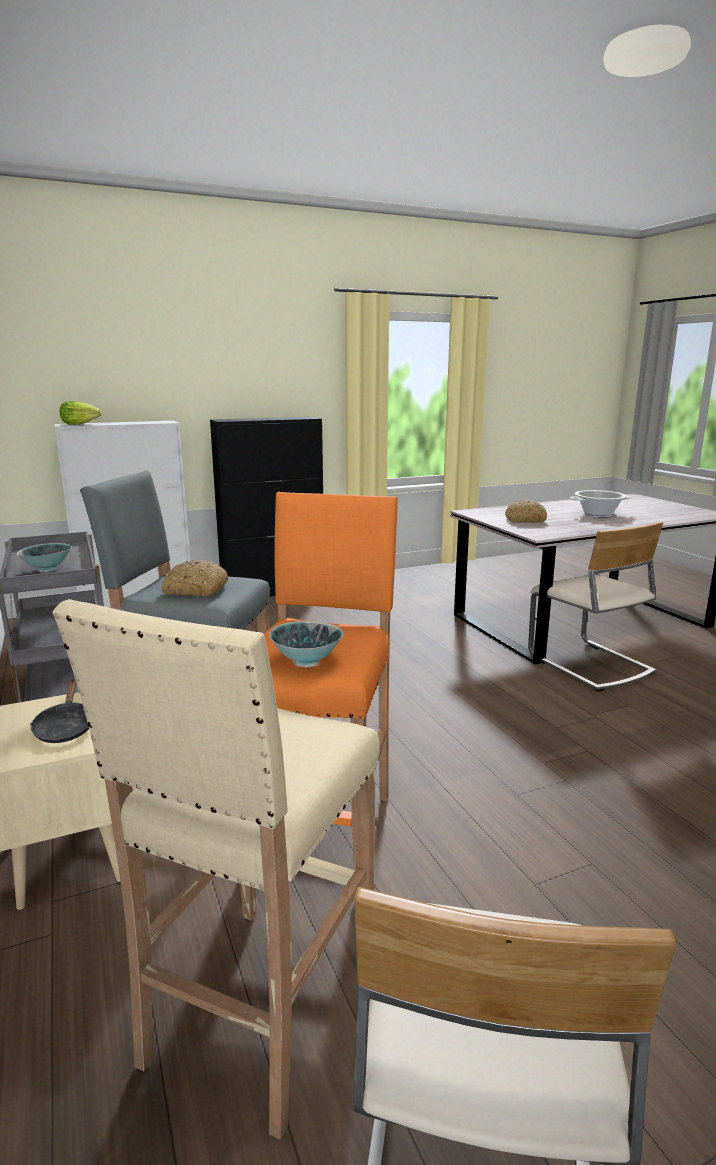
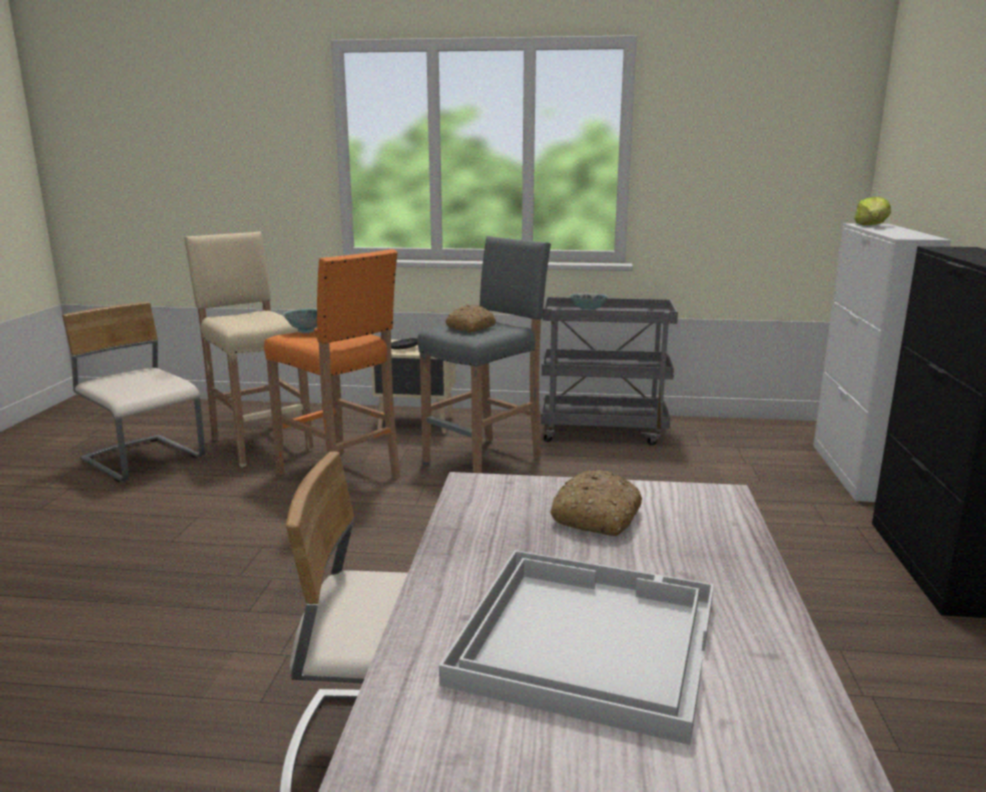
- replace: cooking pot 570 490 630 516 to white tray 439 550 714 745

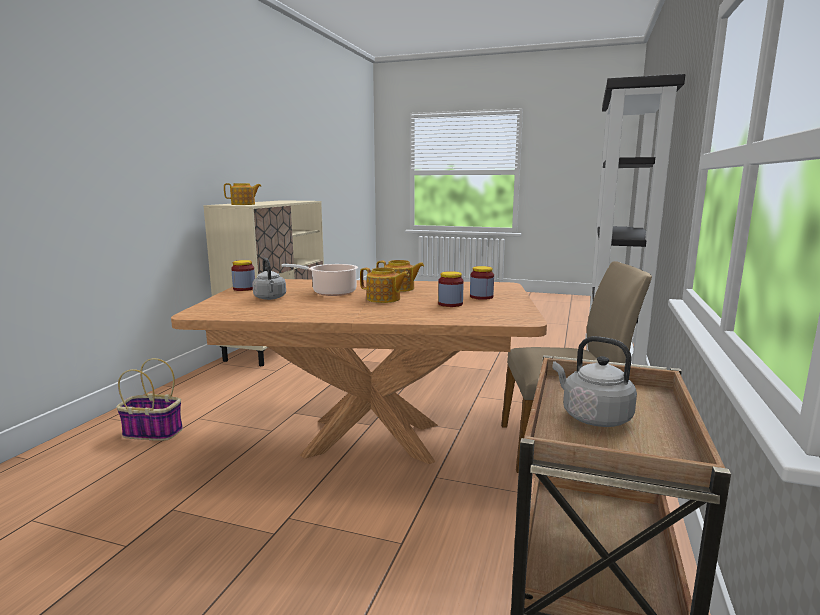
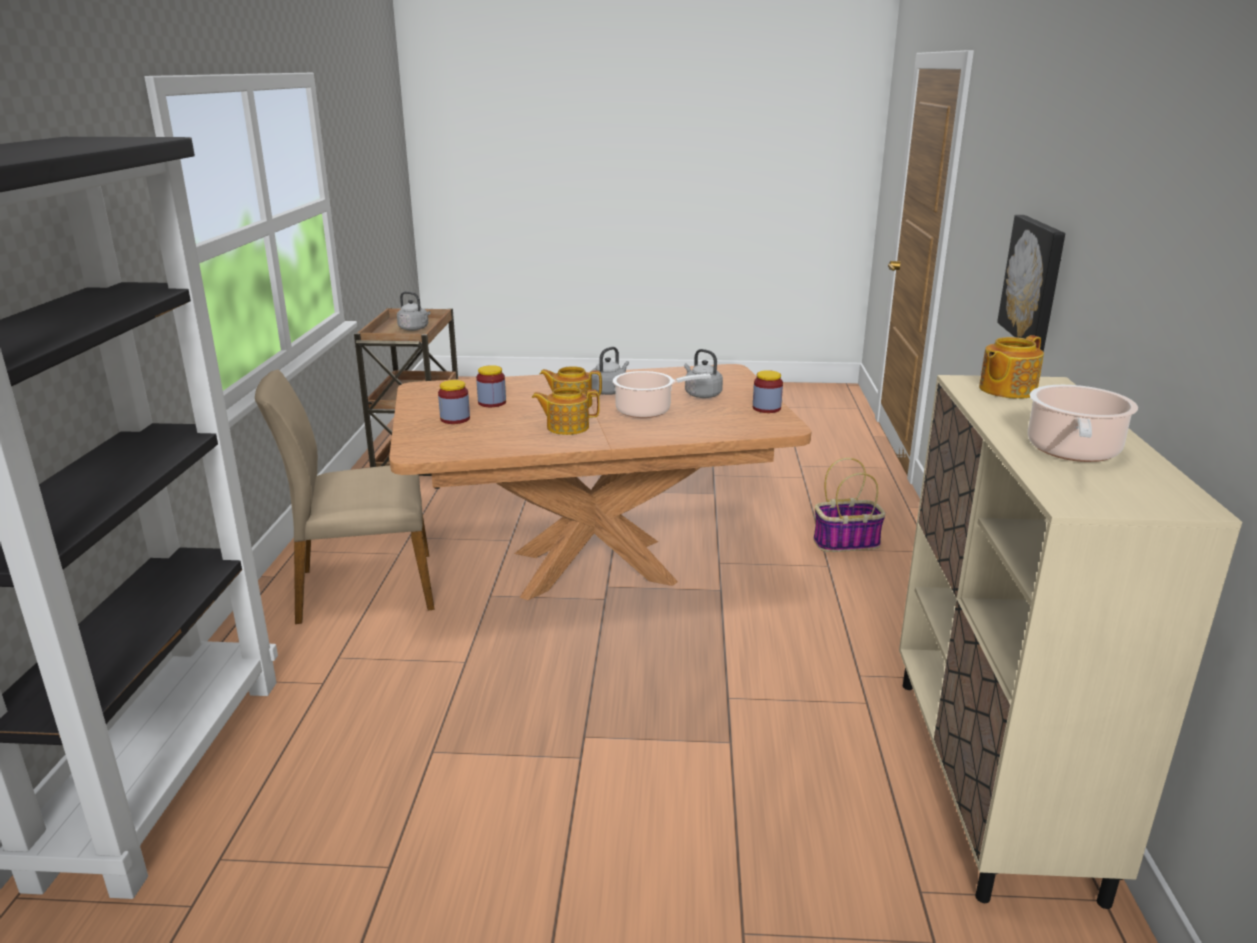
- insert: picture 997 215 1066 352
- insert: grey kettle 590 347 629 395
- insert: cooking pot 1028 385 1138 462

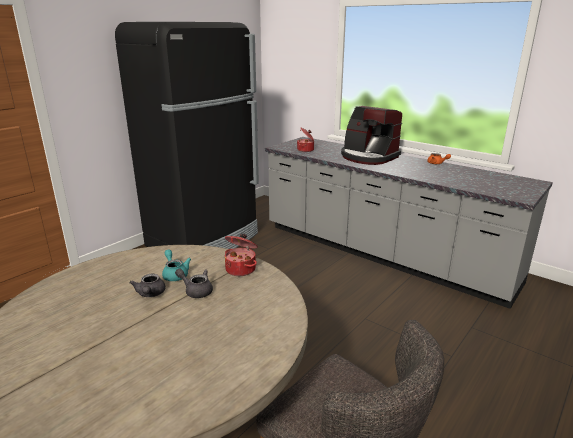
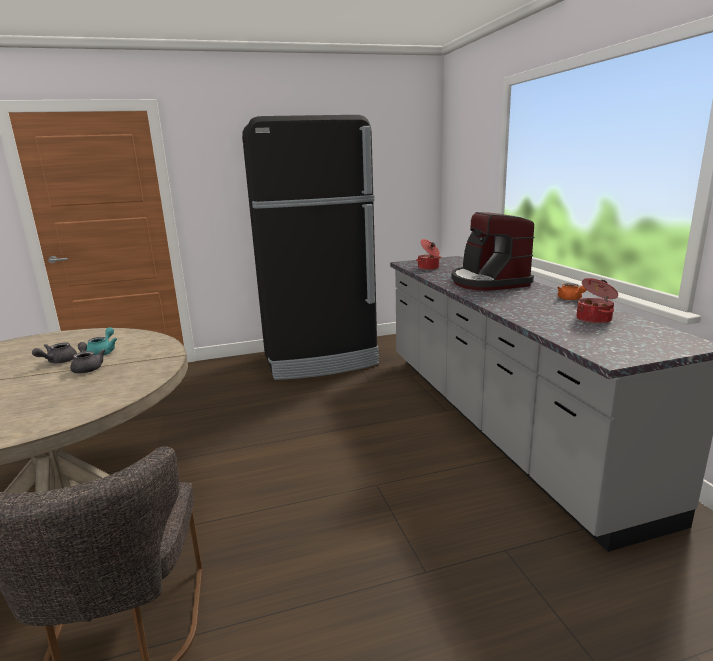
- move: cooking pot 225 234 258 276 to 576 278 618 324

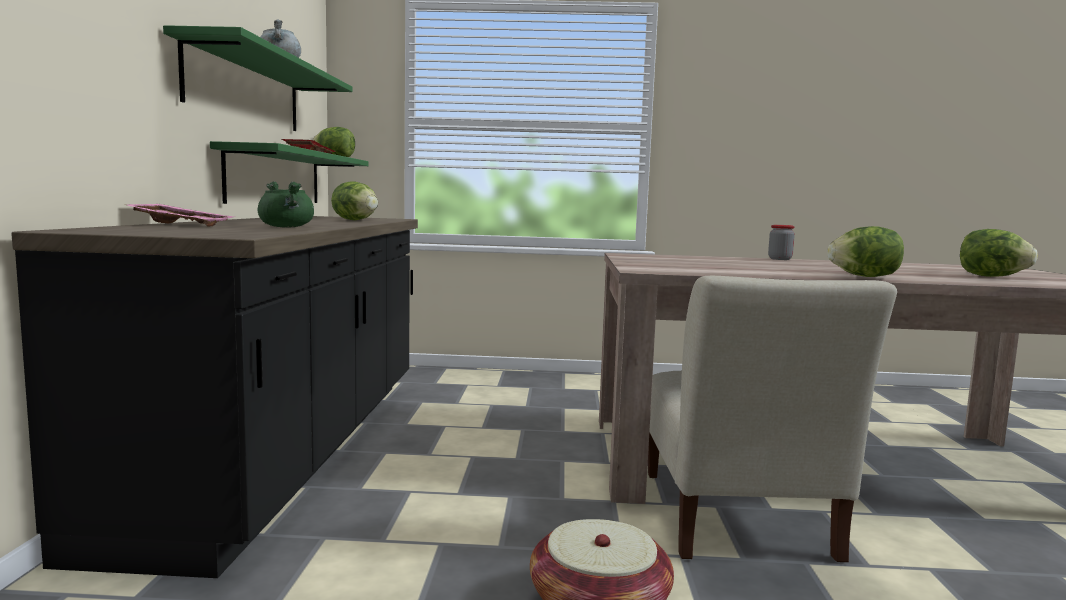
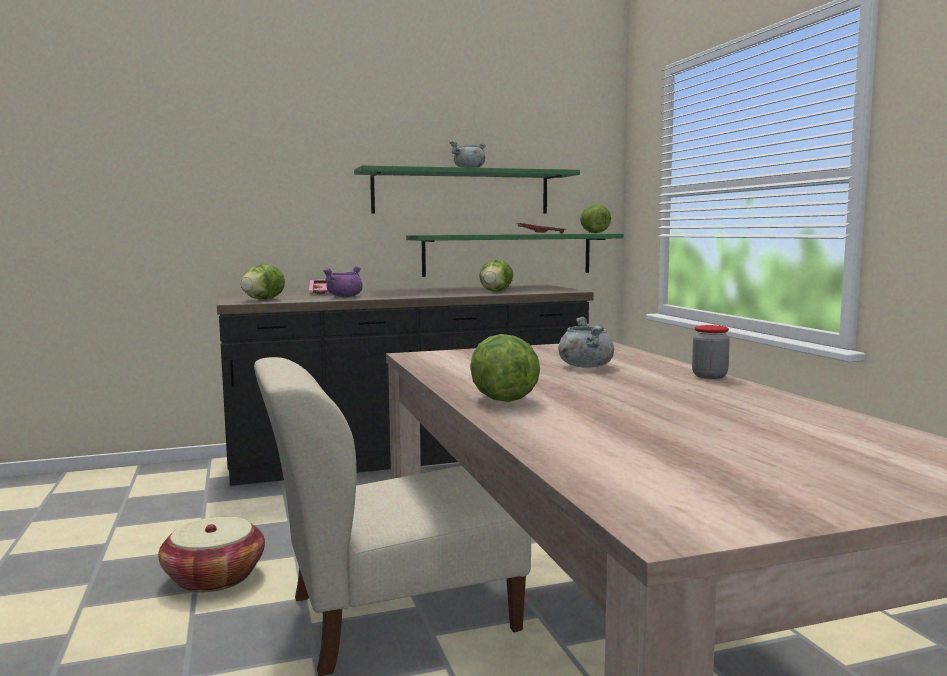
- recolor: green cooking pot 258 181 314 227 to purple cooking pot 323 266 363 297
- move: lettuce 960 229 1038 277 to 241 264 285 300
- insert: grey cooking pot 558 317 614 368

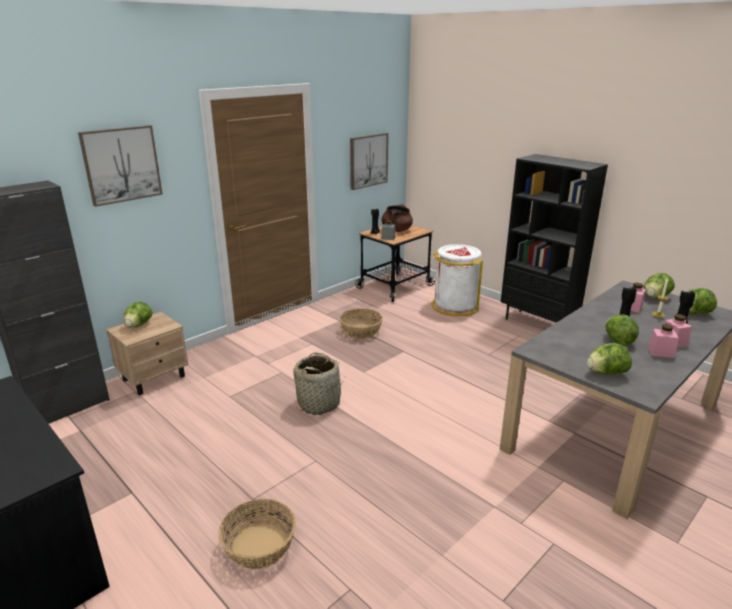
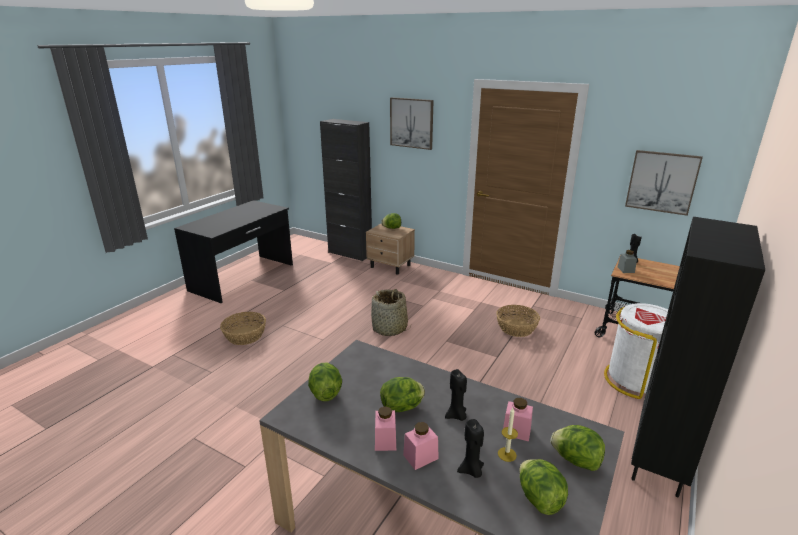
- delete: brown cooking pot 381 204 413 232

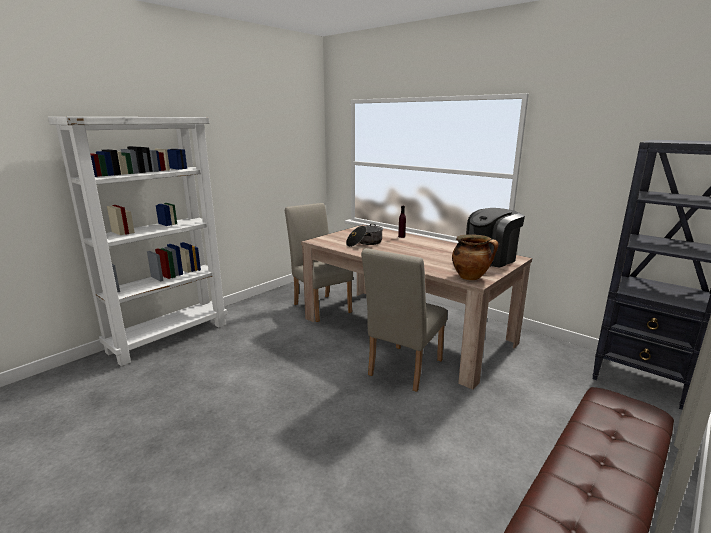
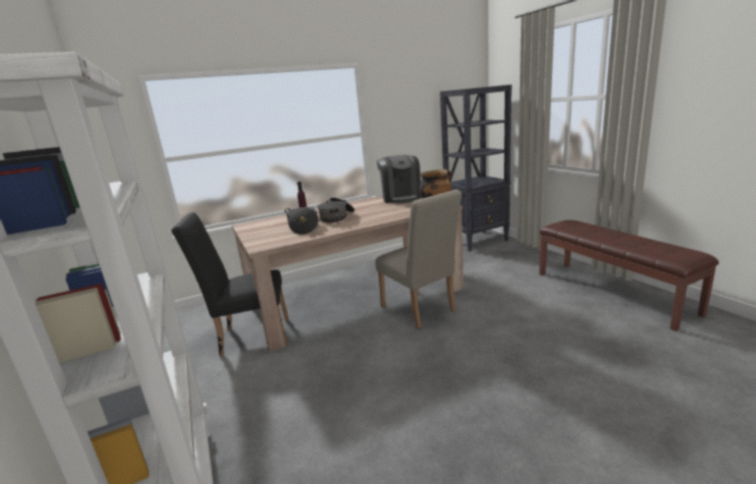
- recolor: beige chair 285 203 353 322 to black chair 171 212 289 356
- insert: cooking pot 317 197 355 223

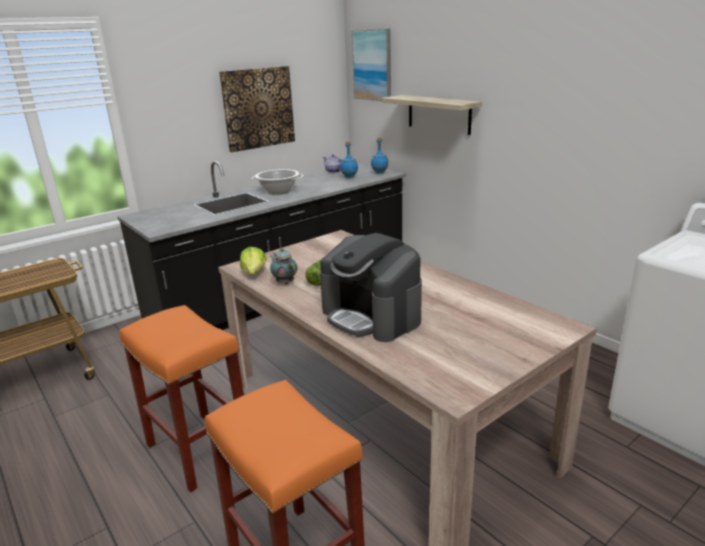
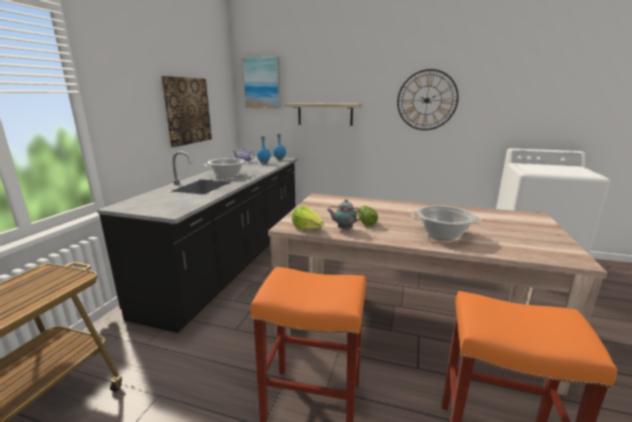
- replace: coffee machine 320 233 422 342 to cooking pot 411 205 482 240
- insert: wall clock 397 69 459 130

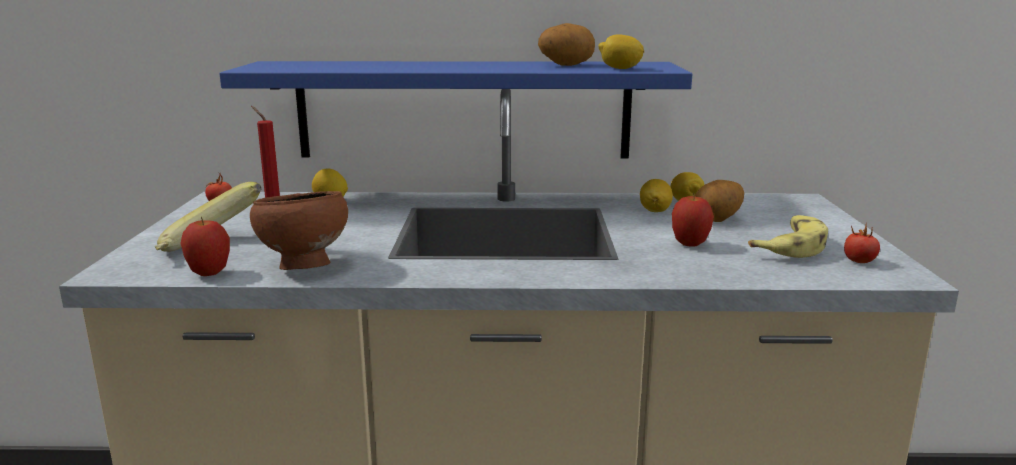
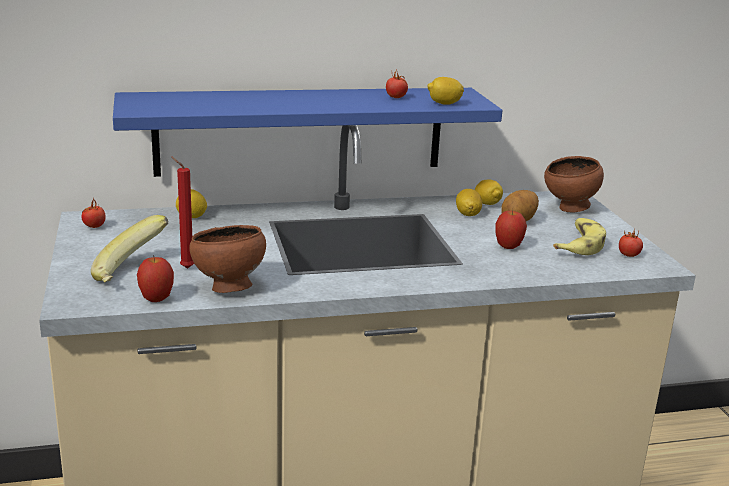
- replace: potato 538 23 595 66 to tomato 386 70 408 98
- insert: brown bowl 544 156 604 213

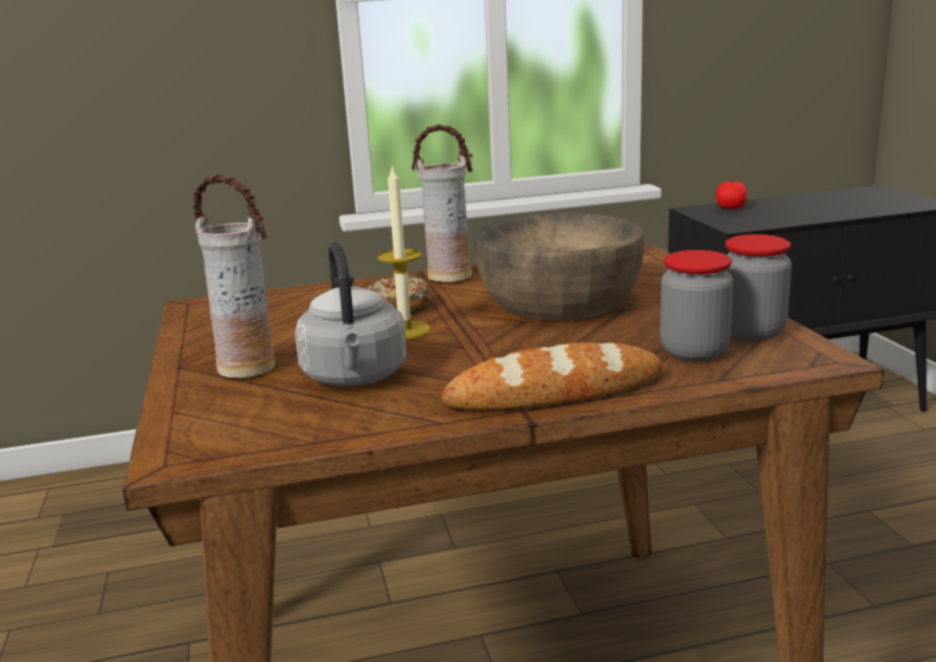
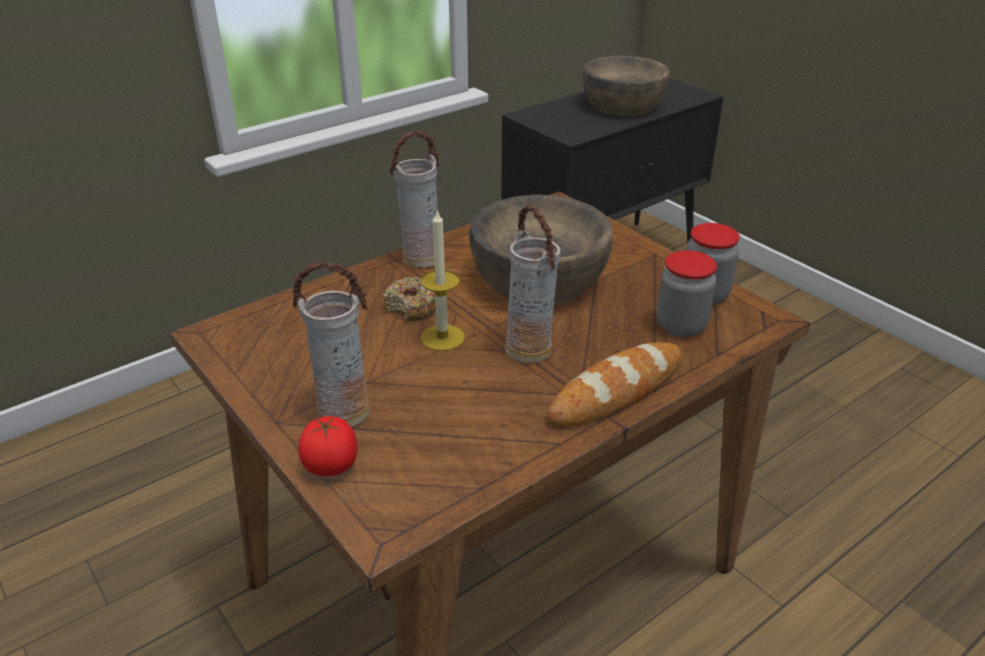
- move: tomato 716 180 747 209 to 298 416 357 476
- delete: grey kettle 295 242 407 386
- insert: brown bowl 582 56 670 116
- insert: vase 505 204 561 363

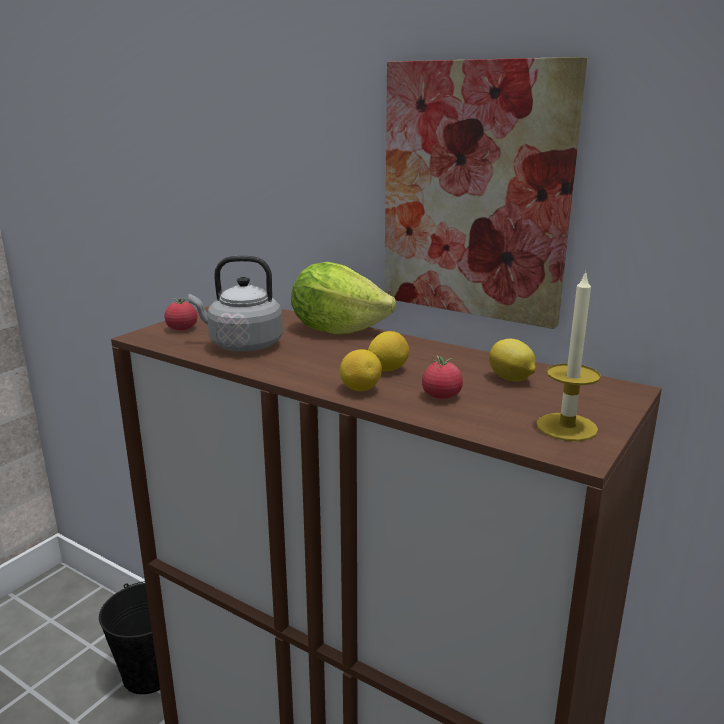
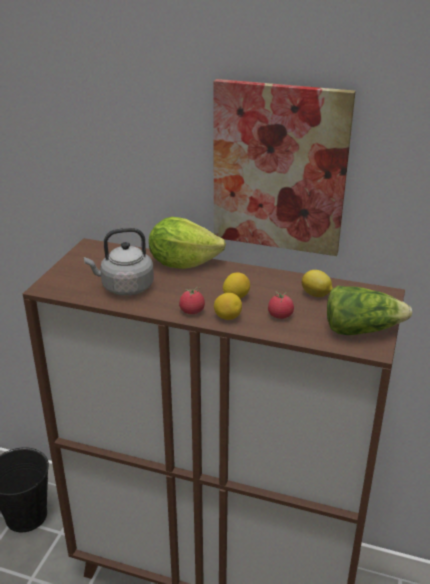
- replace: candle 536 270 601 441 to lettuce 327 286 412 335
- move: tomato 165 298 197 330 to 179 287 205 314

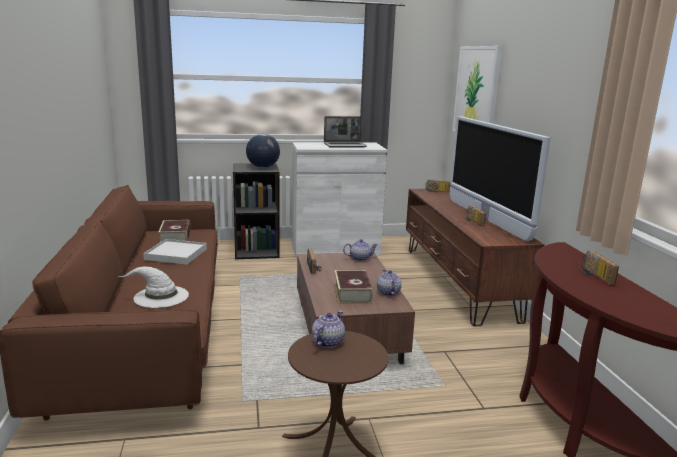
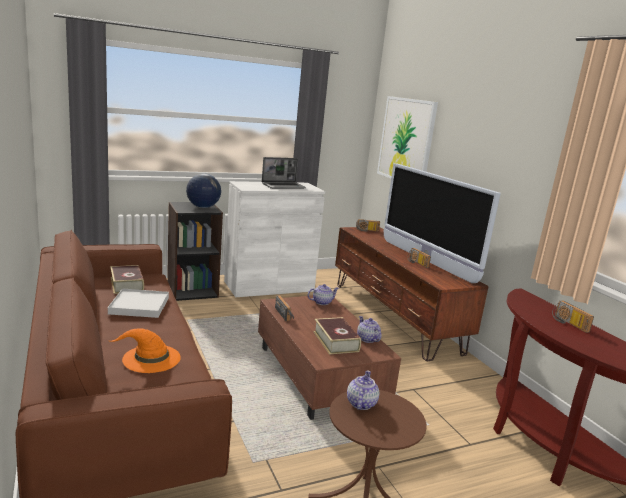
- recolor: white hat 119 266 189 308 to orange hat 110 328 181 373

